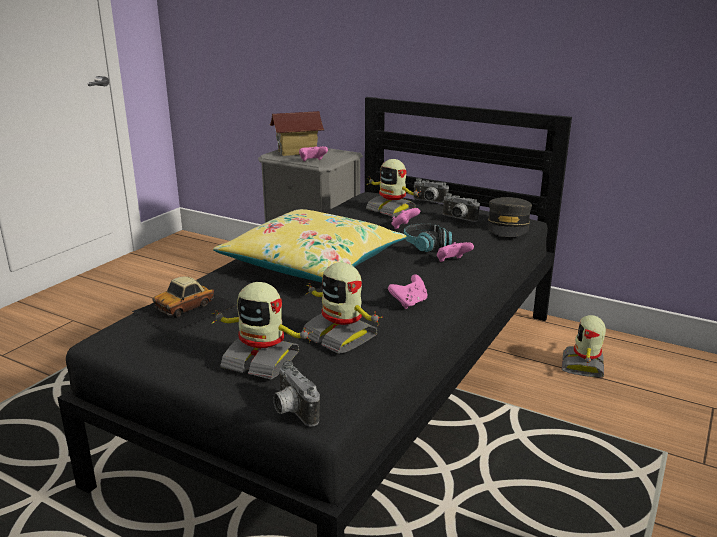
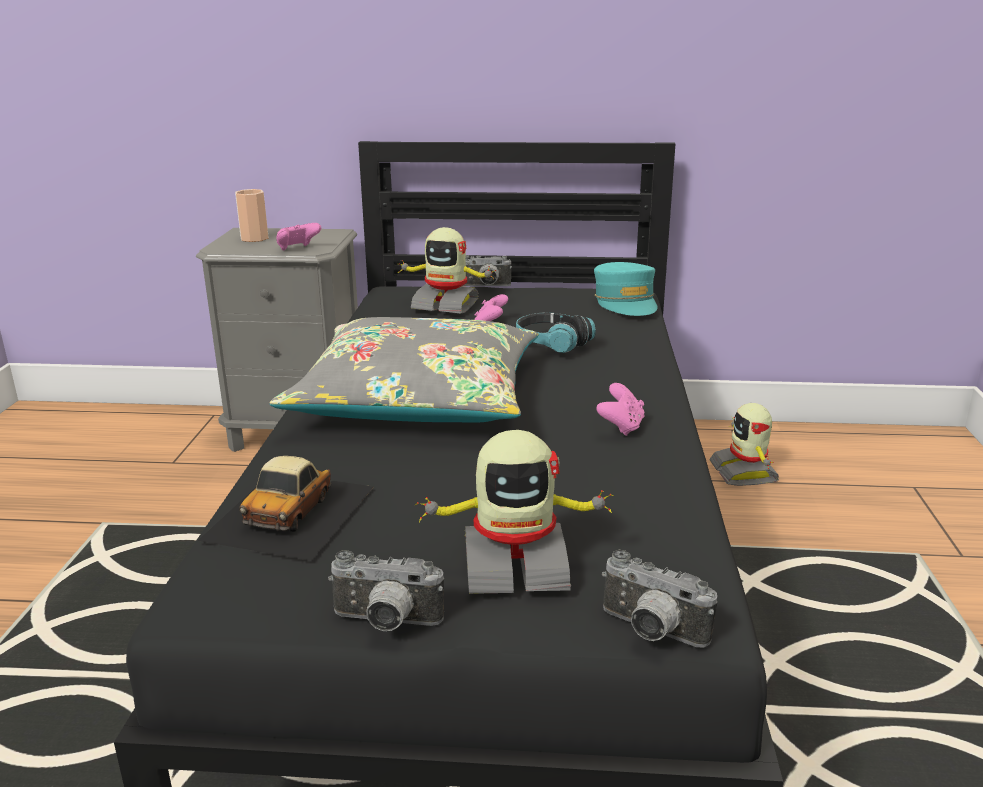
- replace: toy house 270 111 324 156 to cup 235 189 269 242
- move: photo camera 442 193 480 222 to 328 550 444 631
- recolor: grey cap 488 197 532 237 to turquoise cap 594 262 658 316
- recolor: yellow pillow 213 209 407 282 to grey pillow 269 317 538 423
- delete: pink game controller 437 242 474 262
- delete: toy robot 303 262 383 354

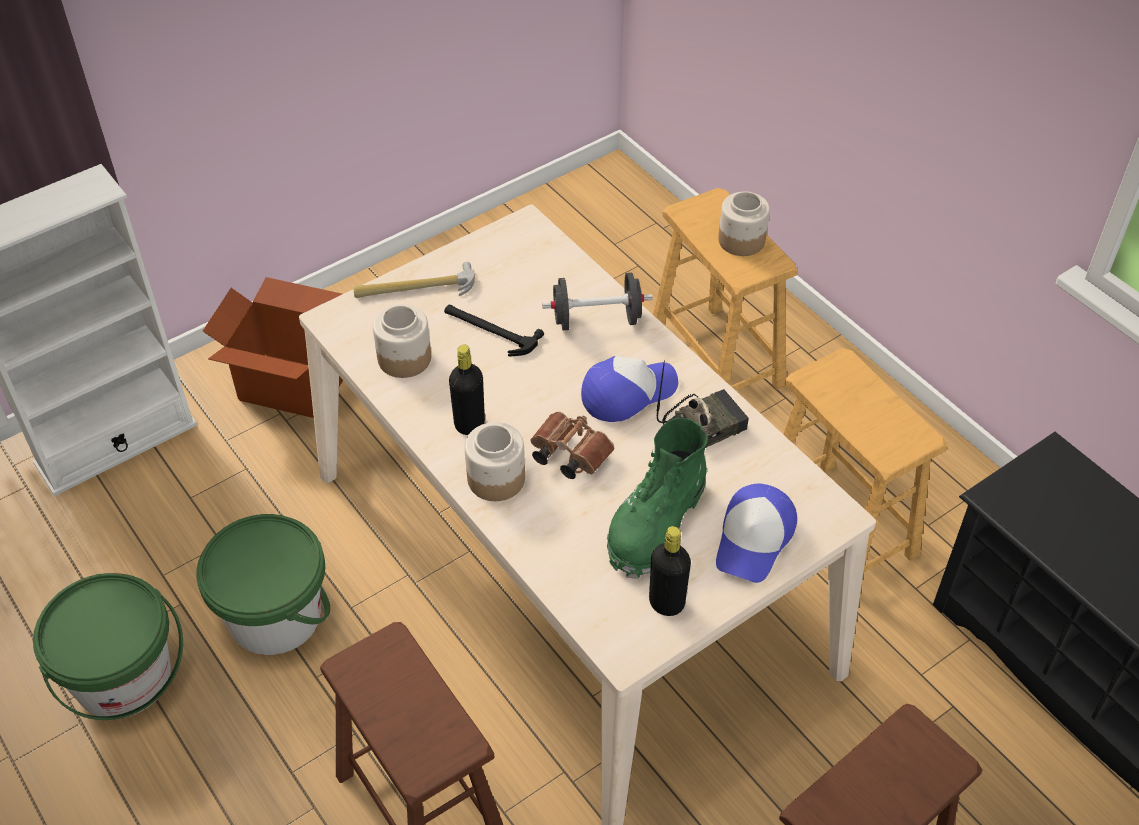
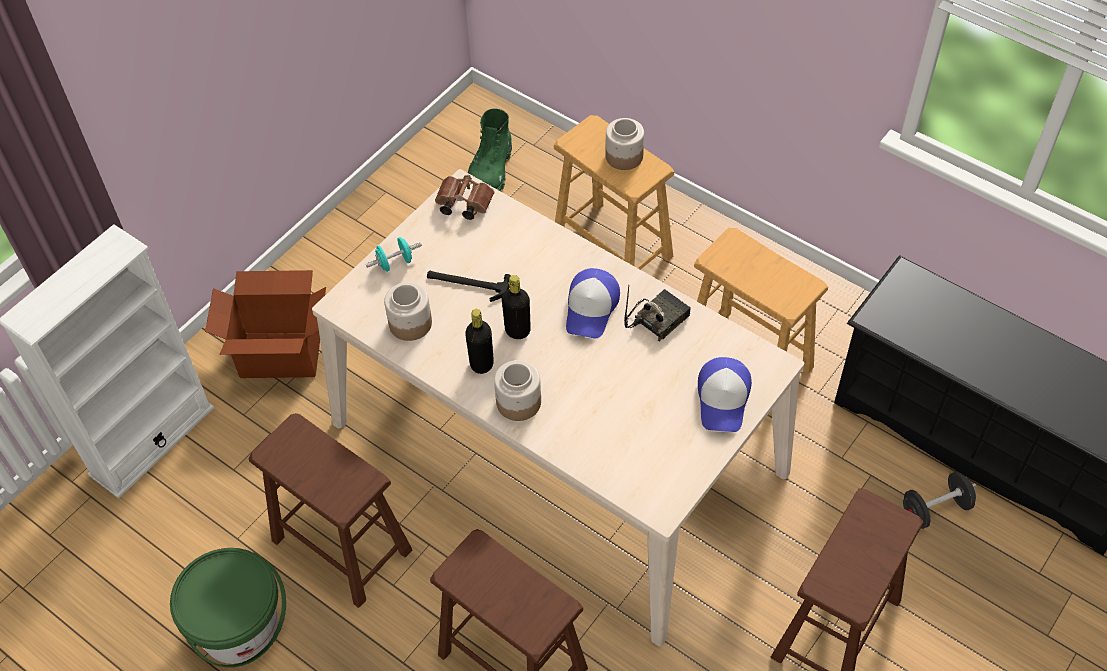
- replace: hammer 353 262 475 298 to turquoise dumbbell 366 237 422 272
- move: black dumbbell 542 273 652 330 to 903 472 977 529
- rotate: cap 581 356 678 422 = 566 268 620 339 150 degrees clockwise
- move: brown binoculars 530 411 614 479 to 435 175 494 220
- move: green boot 607 417 708 579 to 468 109 512 191
- replace: green bucket 196 514 330 655 to brown stool 248 413 412 608
- move: black bottle 649 526 691 616 to 502 275 531 339

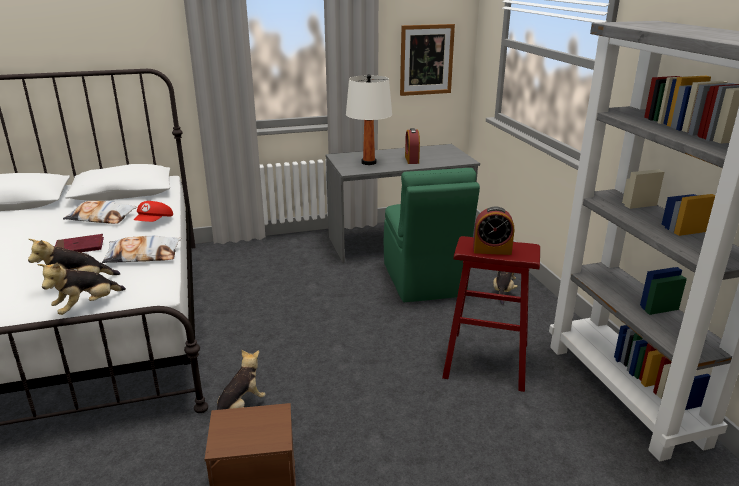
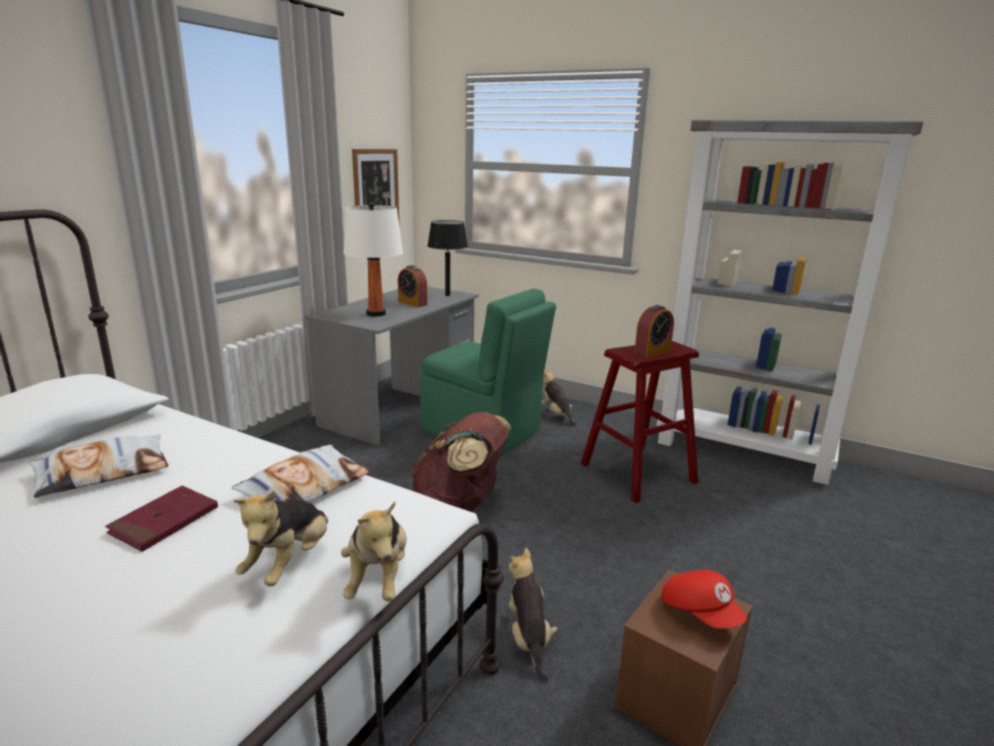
- move: red cap 134 201 173 222 to 661 570 747 629
- insert: black table lamp 427 220 468 296
- insert: brown backpack 410 412 511 512

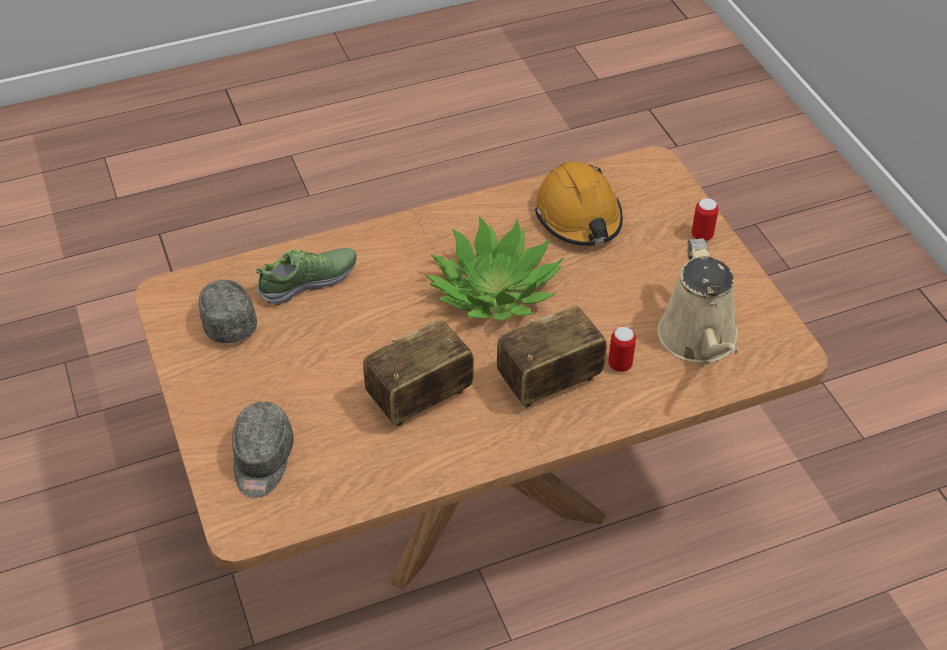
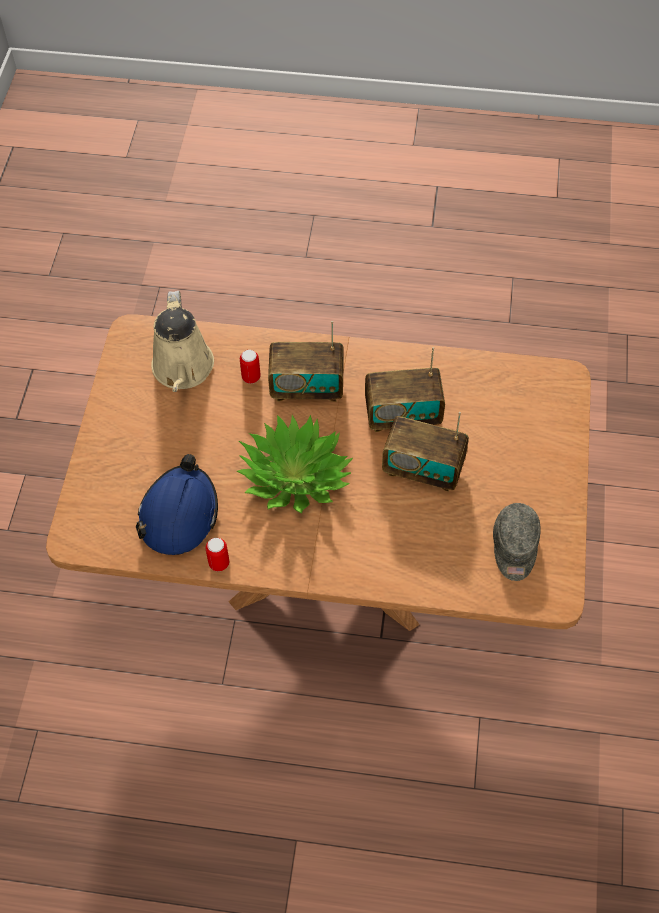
- recolor: orange hard hat 535 161 623 246 to blue hard hat 136 454 218 555
- move: can 692 198 719 241 to 206 538 229 571
- rotate: beige watering can 658 238 738 363 = 151 291 214 392 150 degrees clockwise
- delete: shoe 256 248 357 305
- delete: grey cap 232 402 294 498
- insert: radio 382 412 469 492

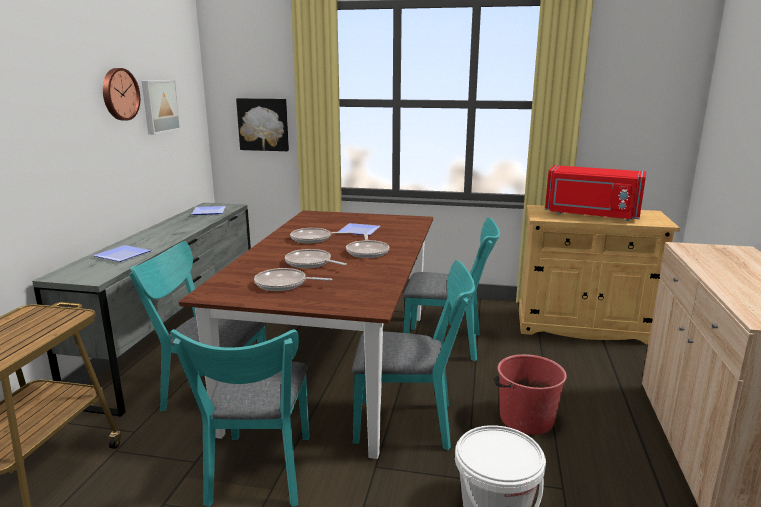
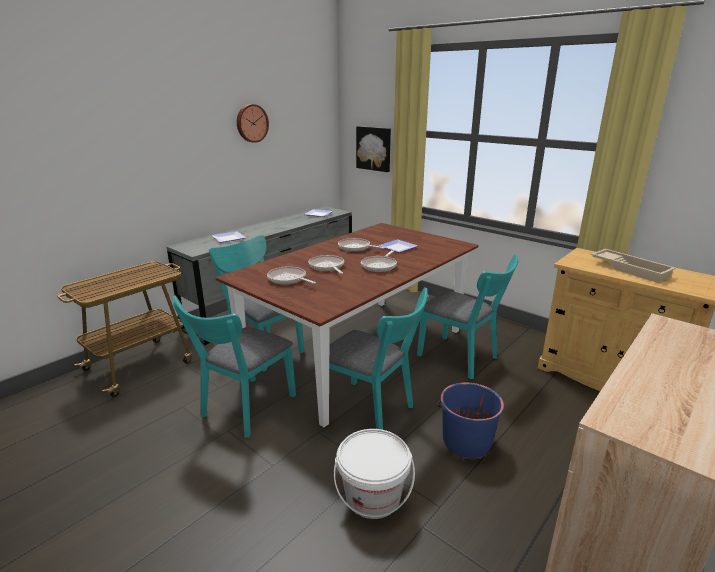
- delete: picture 142 80 181 135
- replace: red microwave 545 165 646 221 to beige tray 591 249 676 283
- recolor: red bucket 495 354 567 435 to blue bucket 437 382 504 458

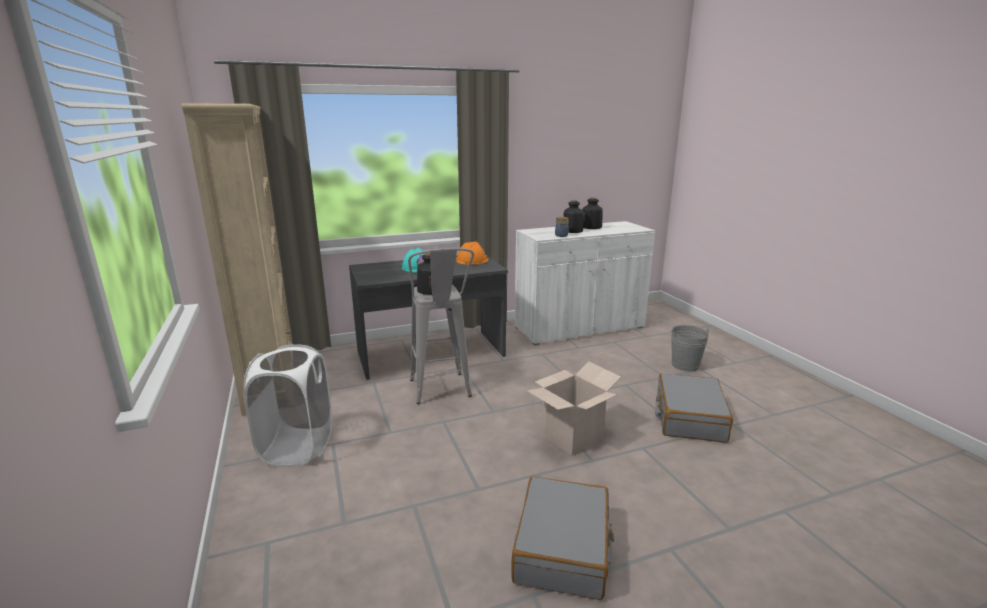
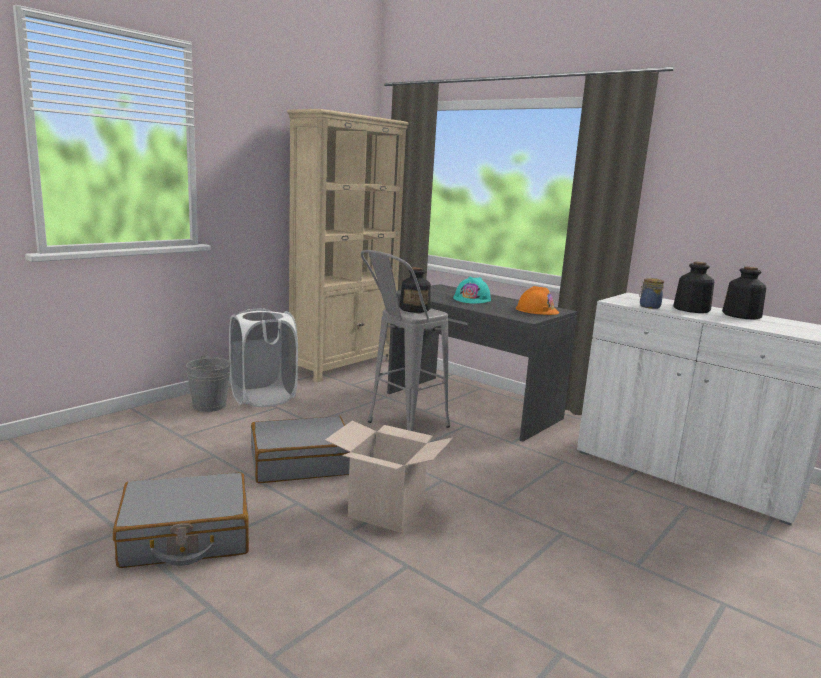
- move: grey bucket 670 325 709 371 to 186 355 231 412
- move: grey suitcase 655 373 733 443 to 251 416 350 483

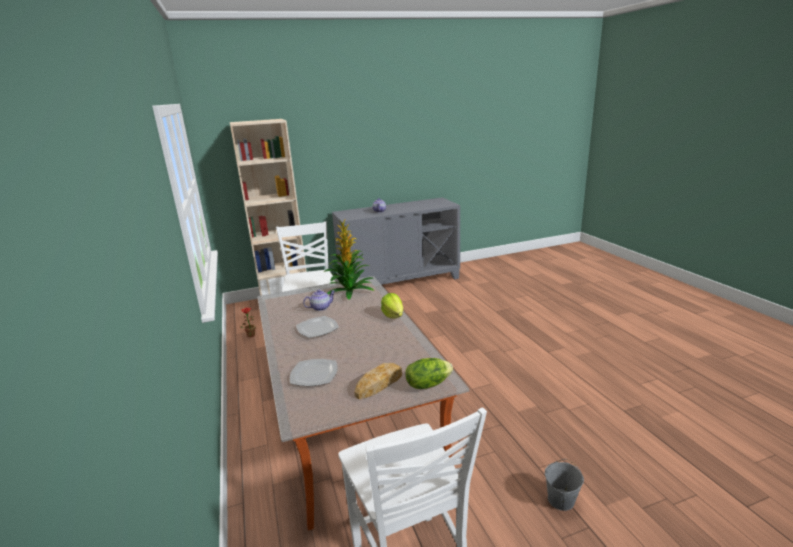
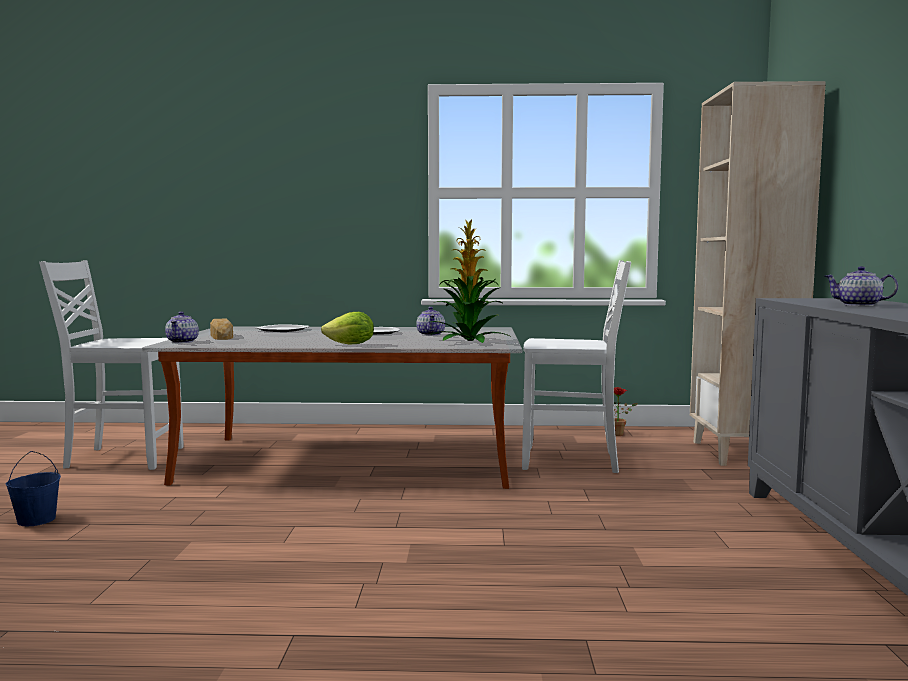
- replace: lettuce 405 358 453 389 to teapot 165 312 199 343
- recolor: grey bucket 545 459 584 511 to blue bucket 6 451 61 526

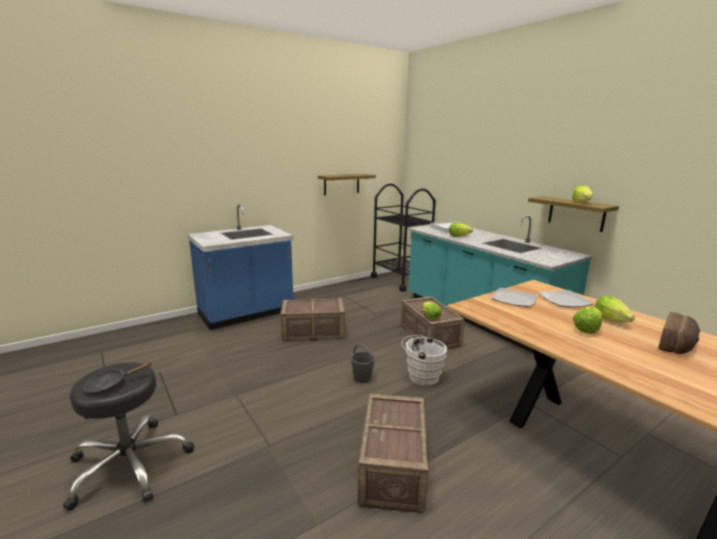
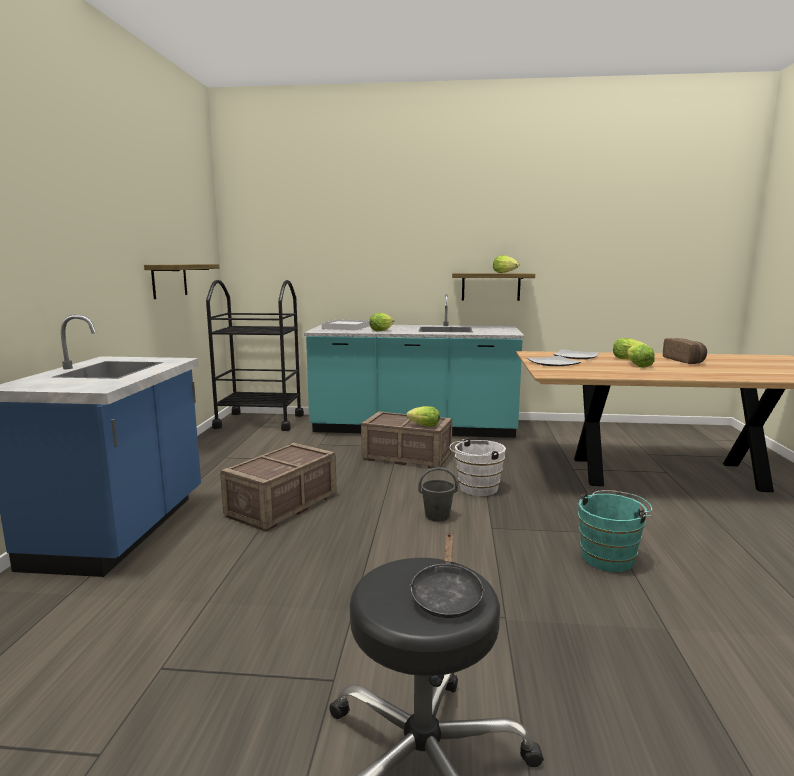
- replace: crate 358 393 428 513 to turquoise bucket 578 490 652 572

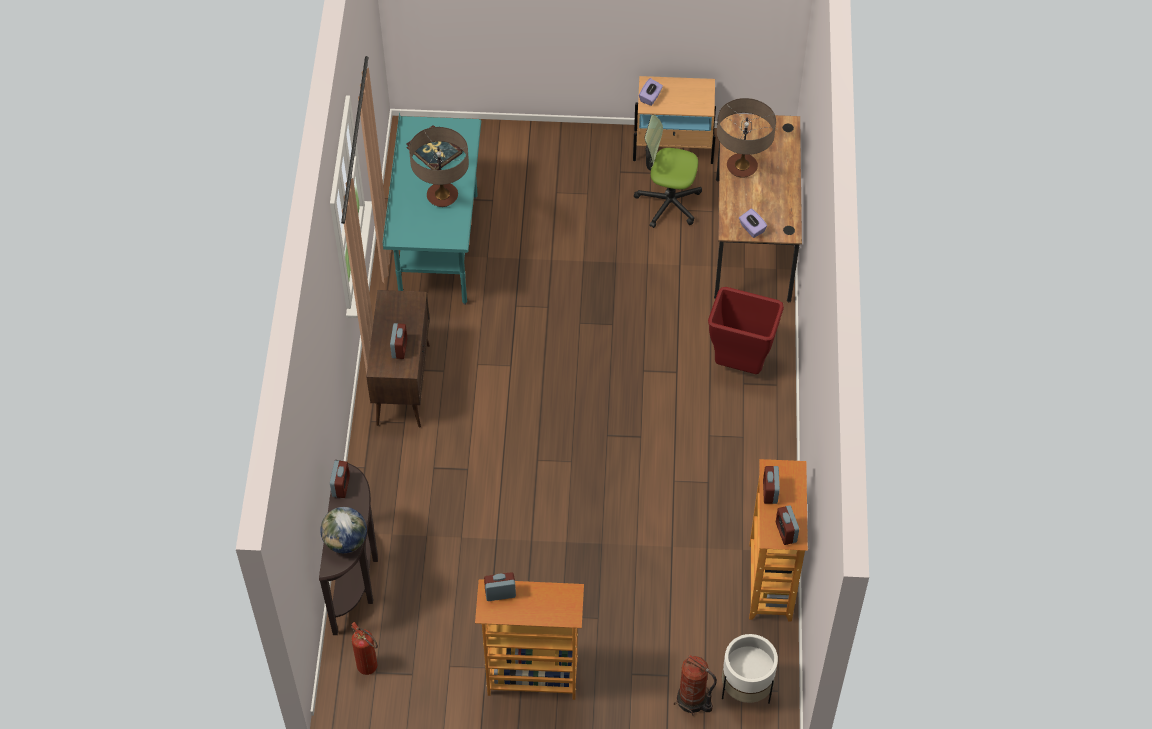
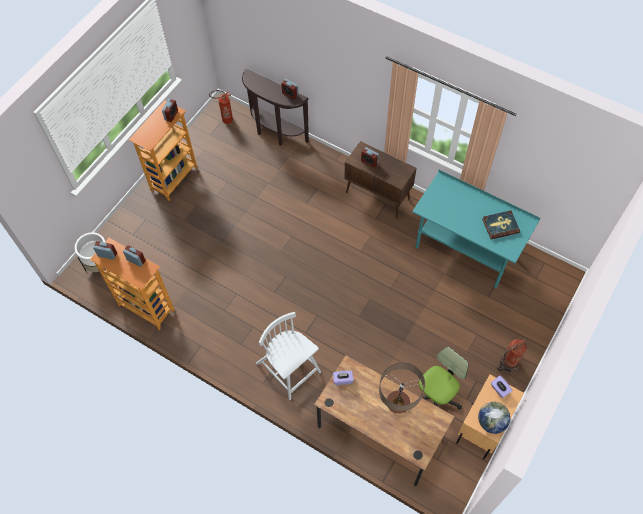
- delete: table lamp 409 127 469 207
- replace: red trash can 708 287 784 374 to white chair 256 312 321 400
- move: globe 320 507 367 553 to 478 402 510 434
- move: fire extinguisher 674 655 717 716 to 497 339 527 374

